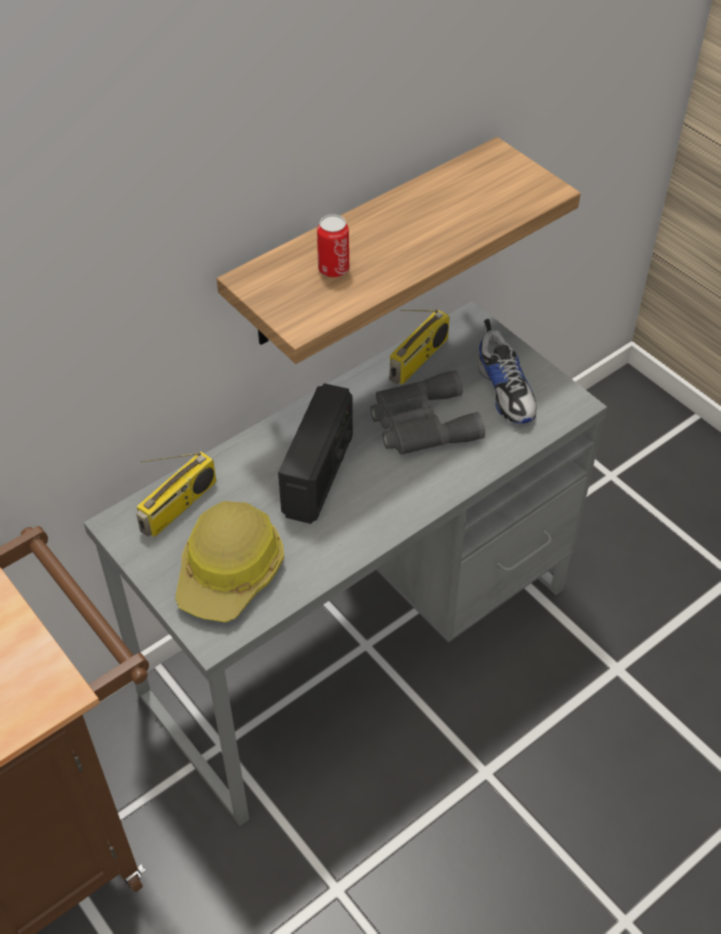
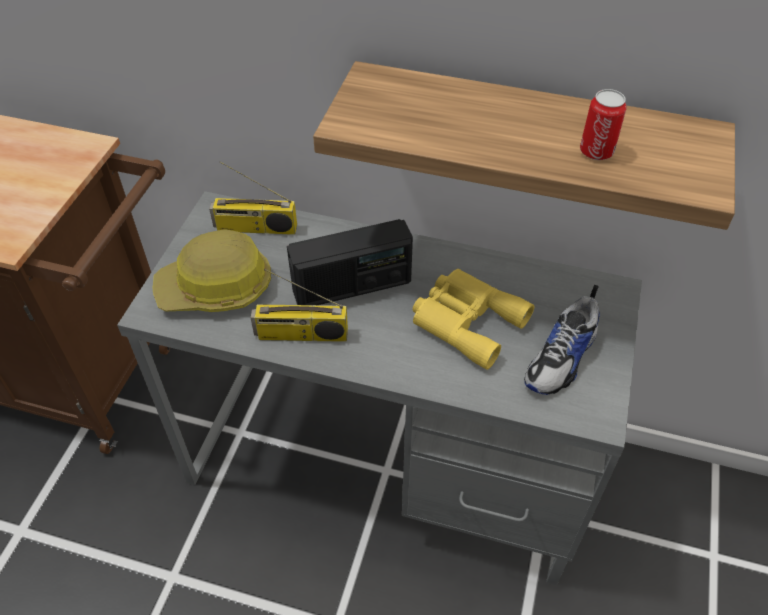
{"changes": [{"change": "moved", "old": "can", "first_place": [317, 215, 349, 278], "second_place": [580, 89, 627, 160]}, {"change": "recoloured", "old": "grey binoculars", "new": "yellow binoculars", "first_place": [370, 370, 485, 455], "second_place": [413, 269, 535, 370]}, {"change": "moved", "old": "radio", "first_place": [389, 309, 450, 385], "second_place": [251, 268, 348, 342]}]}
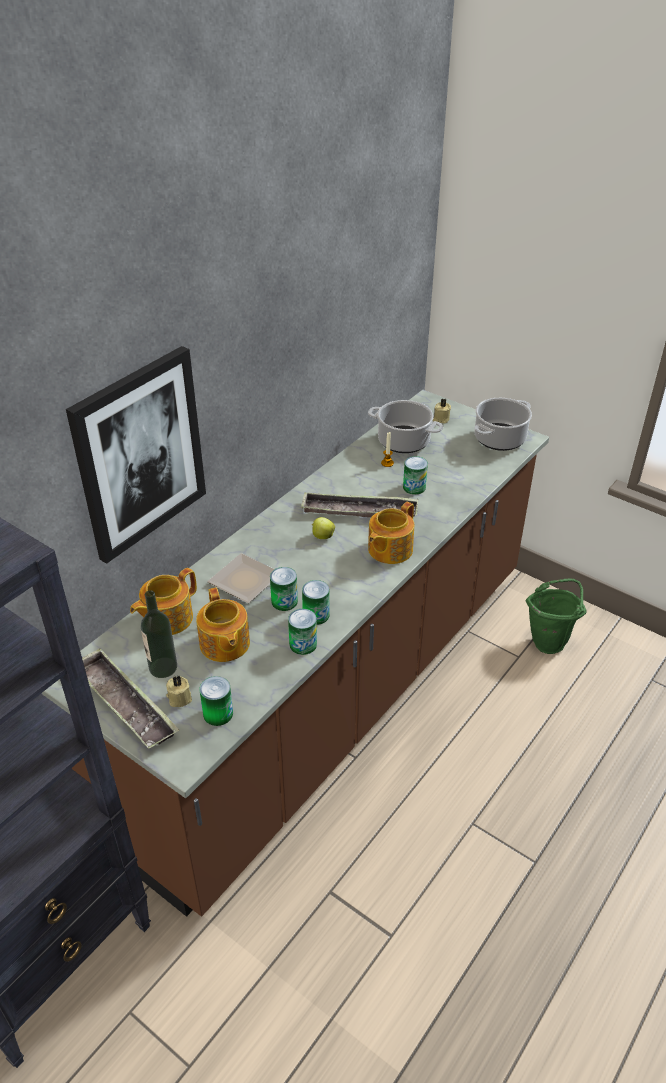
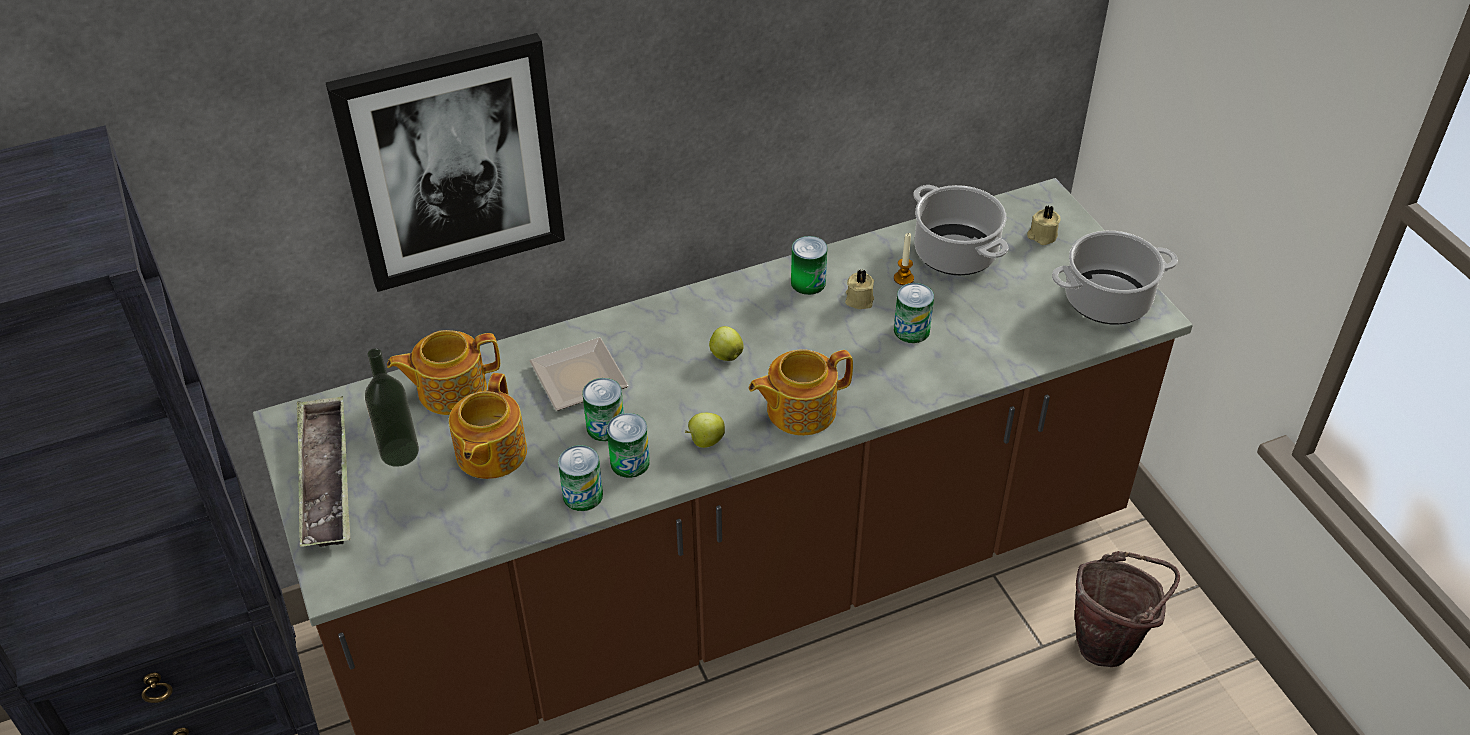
{"changes": [{"change": "moved", "old": "beige candle", "first_place": [166, 676, 192, 707], "second_place": [845, 270, 874, 309]}, {"change": "moved", "old": "can", "first_place": [200, 676, 233, 726], "second_place": [791, 236, 828, 295]}, {"change": "removed", "old": "tray", "first_place": [301, 492, 418, 518]}, {"change": "recoloured", "old": "green bucket", "new": "brown bucket", "first_place": [526, 578, 587, 654], "second_place": [1075, 551, 1180, 667]}, {"change": "added", "new": "apple", "second_place": [685, 413, 725, 448]}]}
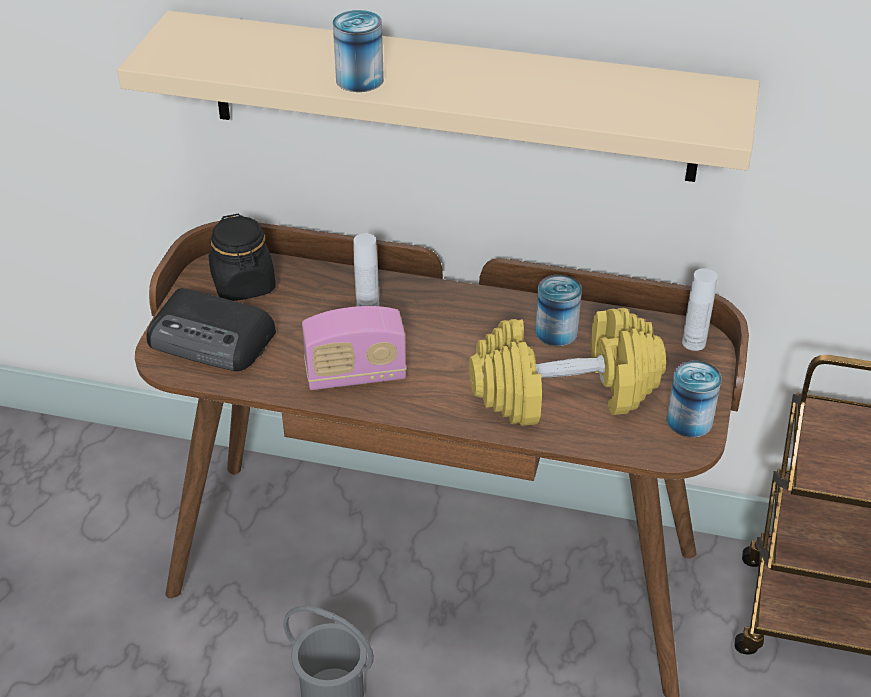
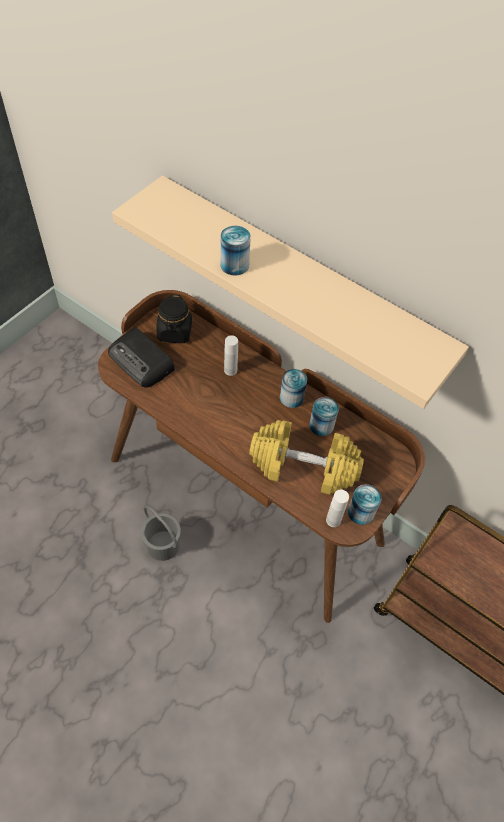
{"changes": [{"change": "removed", "old": "radio", "first_place": [302, 306, 407, 390]}, {"change": "moved", "old": "white bottle", "first_place": [682, 268, 717, 351], "second_place": [326, 490, 349, 527]}, {"change": "added", "new": "can", "second_place": [280, 369, 307, 408]}]}
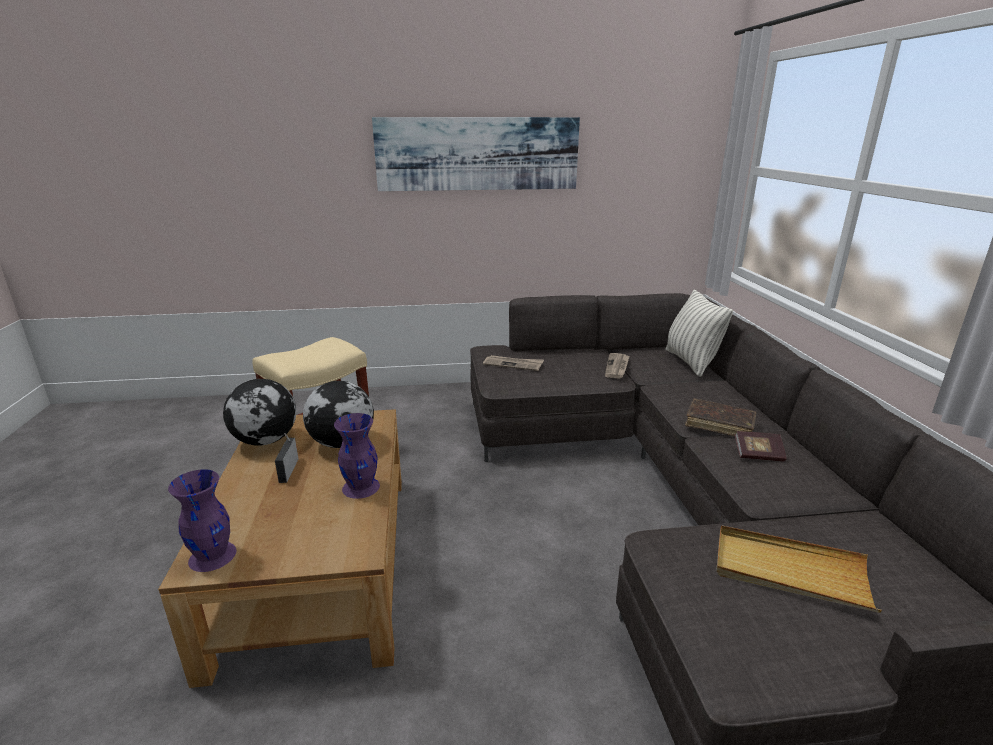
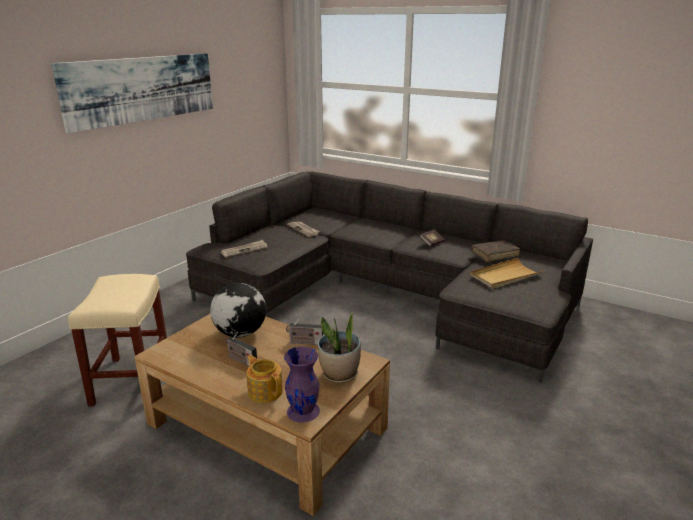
{"changes": [{"change": "removed", "old": "globe", "first_place": [223, 379, 296, 446]}, {"change": "replaced", "old": "purple vase", "new": "radio", "first_place": [334, 413, 380, 499], "second_place": [286, 316, 323, 345]}, {"change": "removed", "old": "pillow", "first_place": [666, 290, 733, 377]}, {"change": "moved", "old": "brown book", "first_place": [685, 398, 756, 436], "second_place": [471, 240, 520, 262]}, {"change": "added", "new": "teapot", "second_place": [247, 355, 283, 403]}, {"change": "added", "new": "potted plant", "second_place": [317, 312, 361, 383]}]}
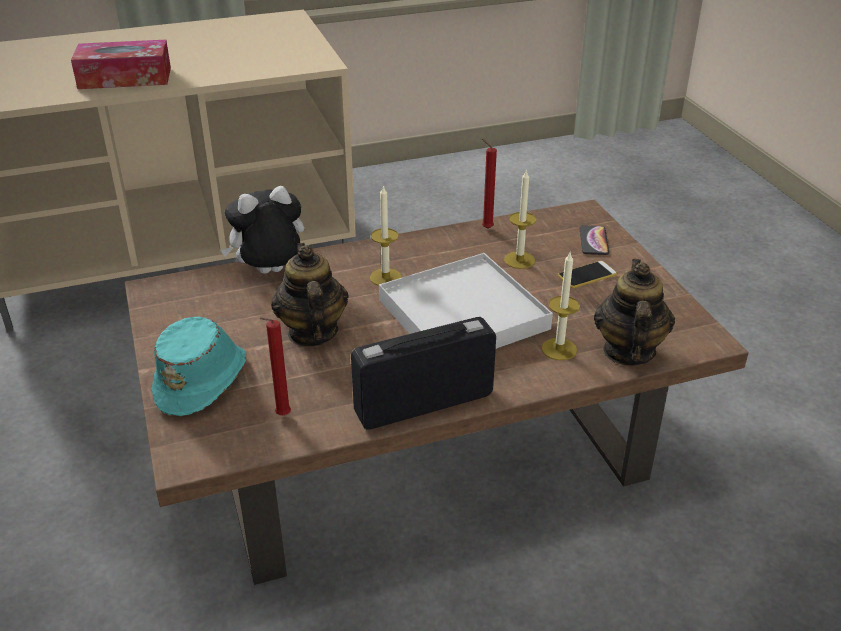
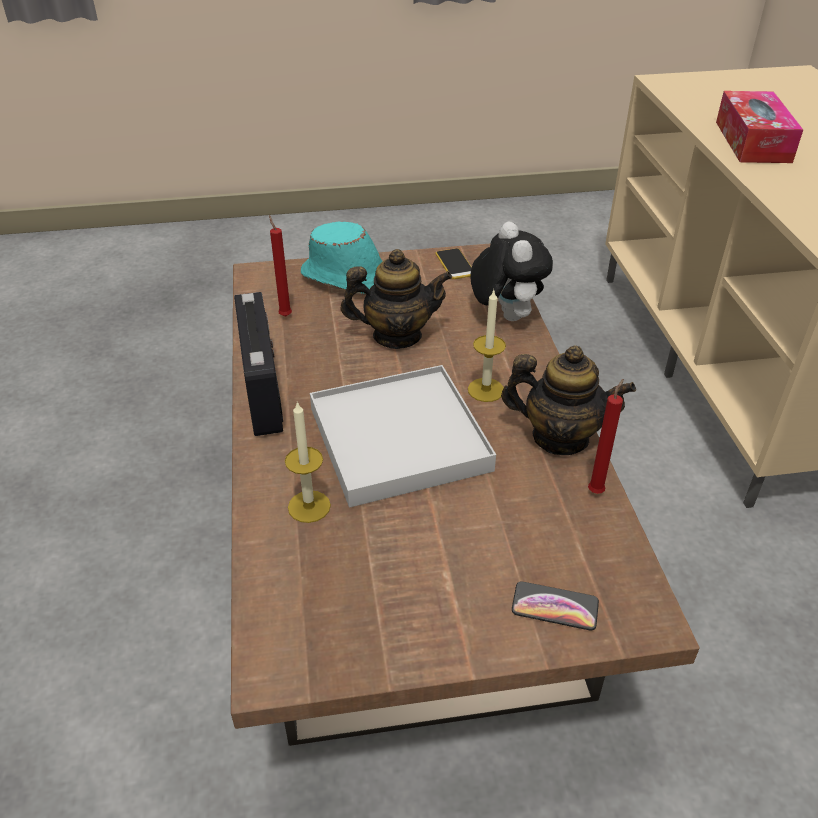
{"changes": [{"change": "removed", "old": "candle", "first_place": [504, 169, 536, 269]}, {"change": "moved", "old": "phone", "first_place": [558, 261, 617, 288], "second_place": [436, 248, 472, 279]}, {"change": "moved", "old": "teapot", "first_place": [594, 259, 675, 366], "second_place": [501, 345, 636, 455]}]}
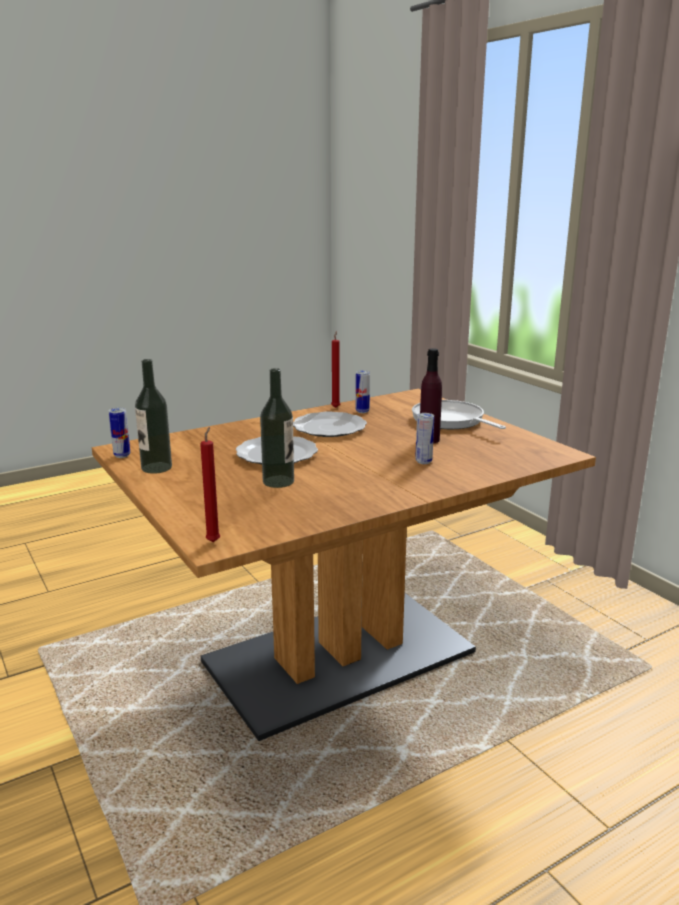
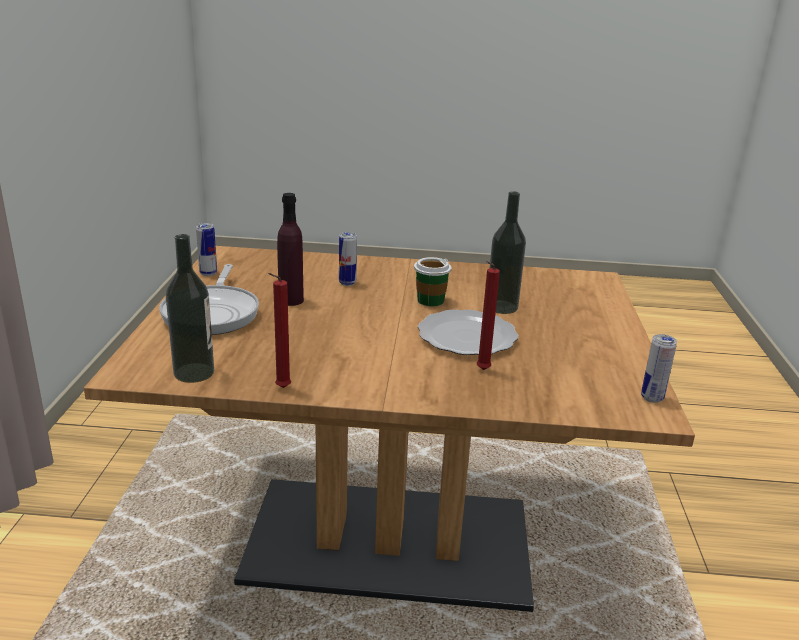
{"changes": [{"change": "moved", "old": "bottle", "first_place": [135, 359, 172, 474], "second_place": [166, 234, 214, 383]}, {"change": "moved", "old": "red candle", "first_place": [200, 427, 220, 542], "second_place": [477, 261, 500, 370]}, {"change": "removed", "old": "plate", "first_place": [293, 411, 367, 437]}, {"change": "moved", "old": "can", "first_place": [356, 370, 370, 413], "second_place": [196, 223, 217, 276]}, {"change": "added", "new": "cup", "second_place": [414, 257, 451, 306]}]}
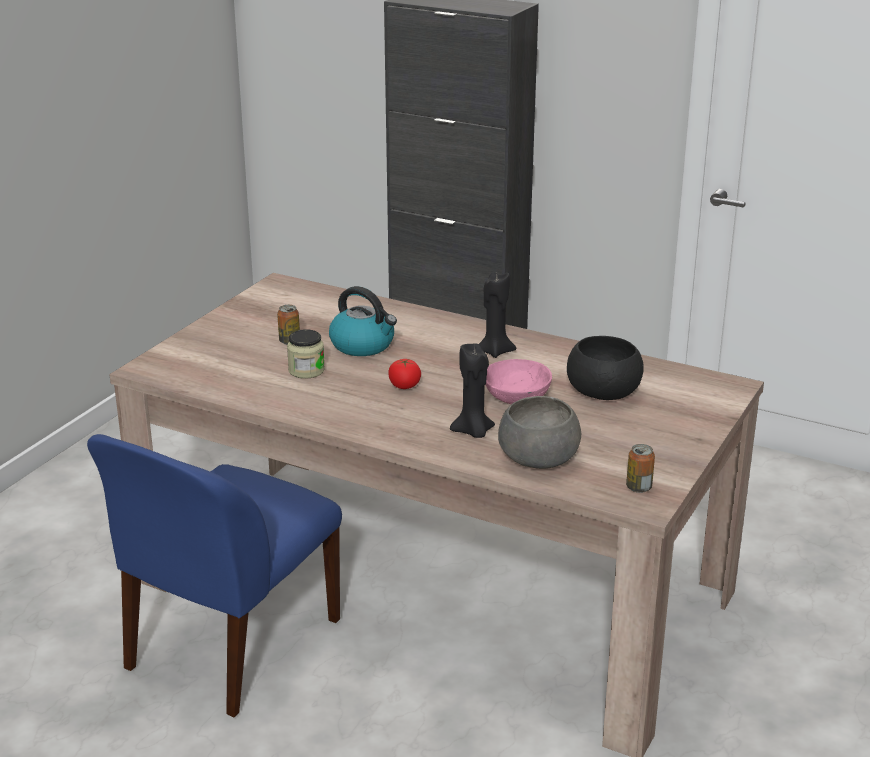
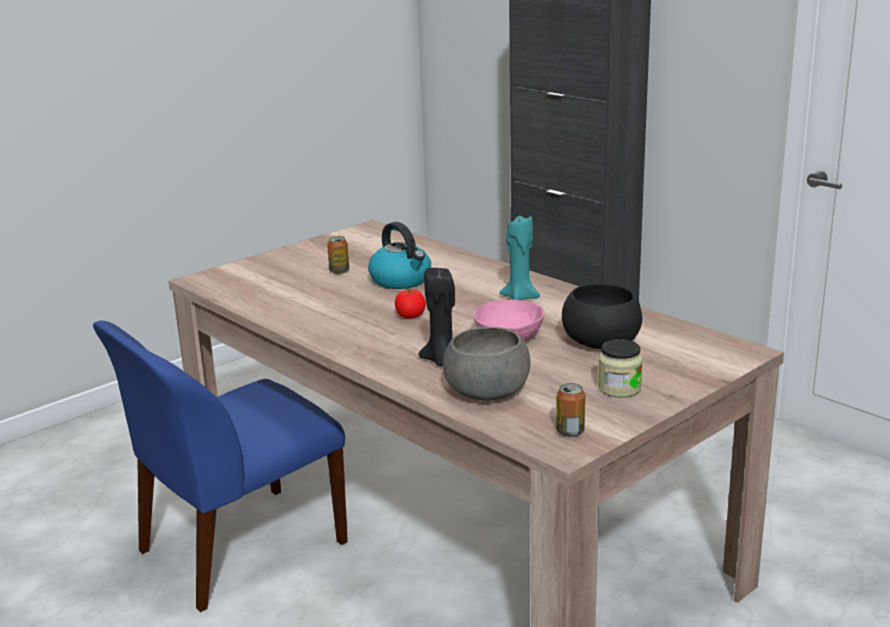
{"changes": [{"change": "moved", "old": "jar", "first_place": [287, 329, 325, 379], "second_place": [598, 339, 643, 398]}, {"change": "recoloured", "old": "black candle", "new": "turquoise candle", "first_place": [479, 272, 516, 358], "second_place": [499, 216, 540, 300]}]}
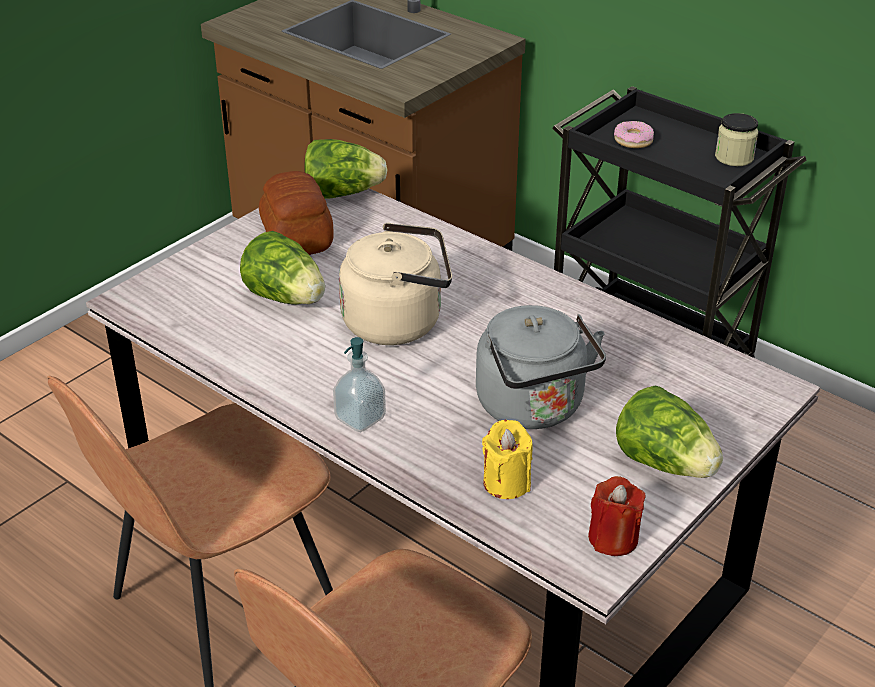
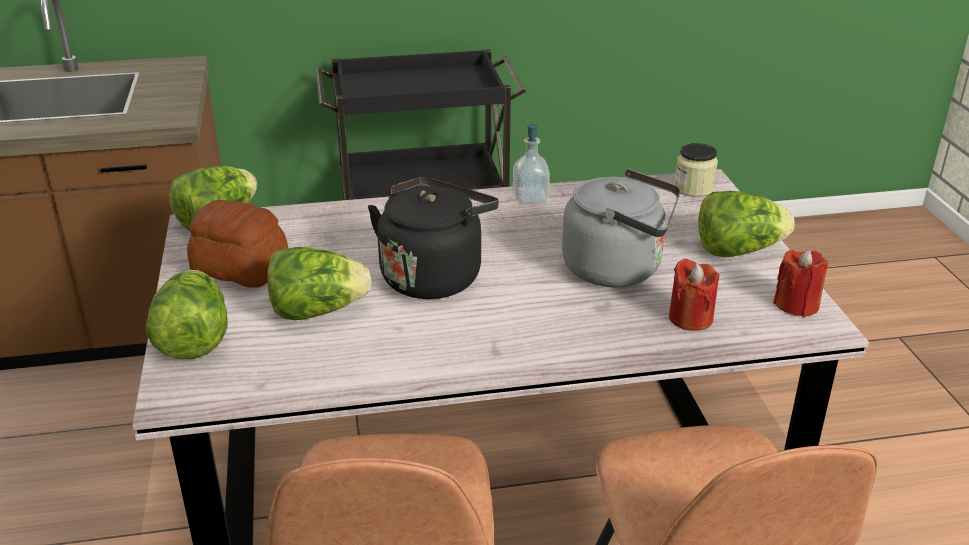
{"changes": [{"change": "moved", "old": "soap dispenser", "first_place": [333, 337, 386, 432], "second_place": [513, 124, 550, 204]}, {"change": "recoloured", "old": "beige kettle", "new": "black kettle", "first_place": [339, 223, 452, 345], "second_place": [368, 177, 499, 299]}, {"change": "recoloured", "old": "yellow candle", "new": "red candle", "first_place": [482, 420, 533, 499], "second_place": [669, 258, 719, 331]}, {"change": "removed", "old": "donut", "first_place": [614, 121, 654, 148]}, {"change": "moved", "old": "jar", "first_place": [715, 113, 758, 166], "second_place": [675, 143, 718, 197]}, {"change": "added", "new": "lettuce", "second_place": [146, 270, 228, 359]}]}
